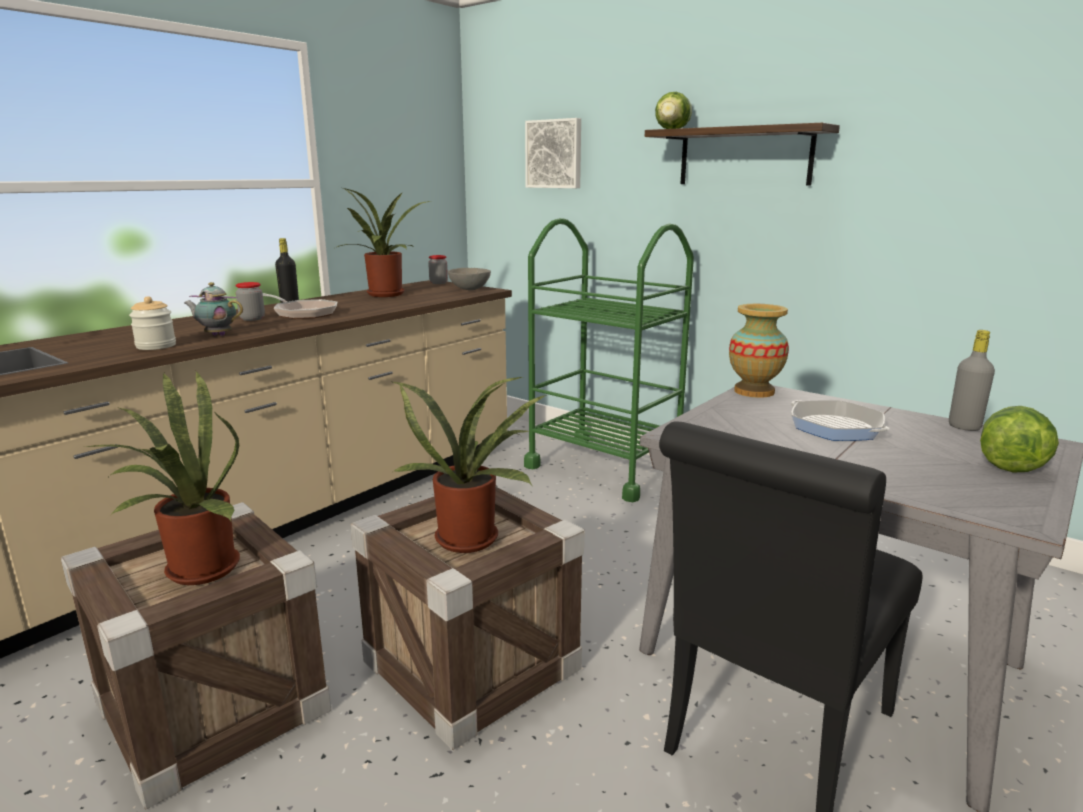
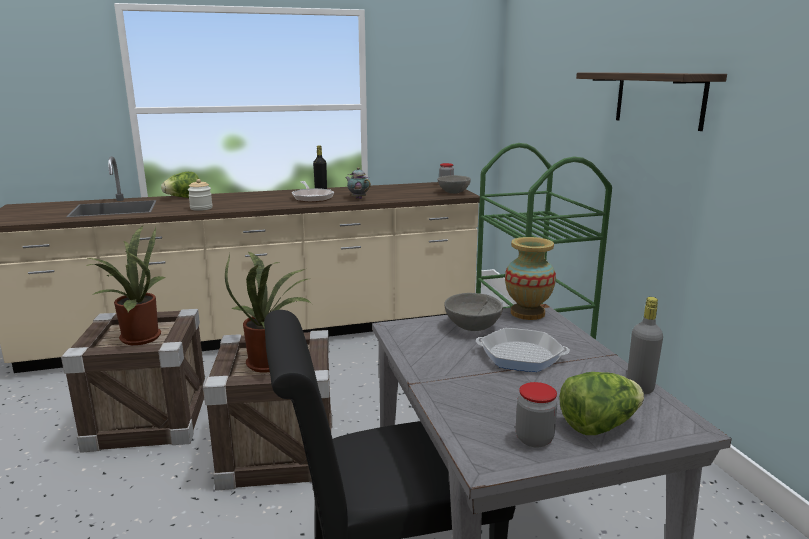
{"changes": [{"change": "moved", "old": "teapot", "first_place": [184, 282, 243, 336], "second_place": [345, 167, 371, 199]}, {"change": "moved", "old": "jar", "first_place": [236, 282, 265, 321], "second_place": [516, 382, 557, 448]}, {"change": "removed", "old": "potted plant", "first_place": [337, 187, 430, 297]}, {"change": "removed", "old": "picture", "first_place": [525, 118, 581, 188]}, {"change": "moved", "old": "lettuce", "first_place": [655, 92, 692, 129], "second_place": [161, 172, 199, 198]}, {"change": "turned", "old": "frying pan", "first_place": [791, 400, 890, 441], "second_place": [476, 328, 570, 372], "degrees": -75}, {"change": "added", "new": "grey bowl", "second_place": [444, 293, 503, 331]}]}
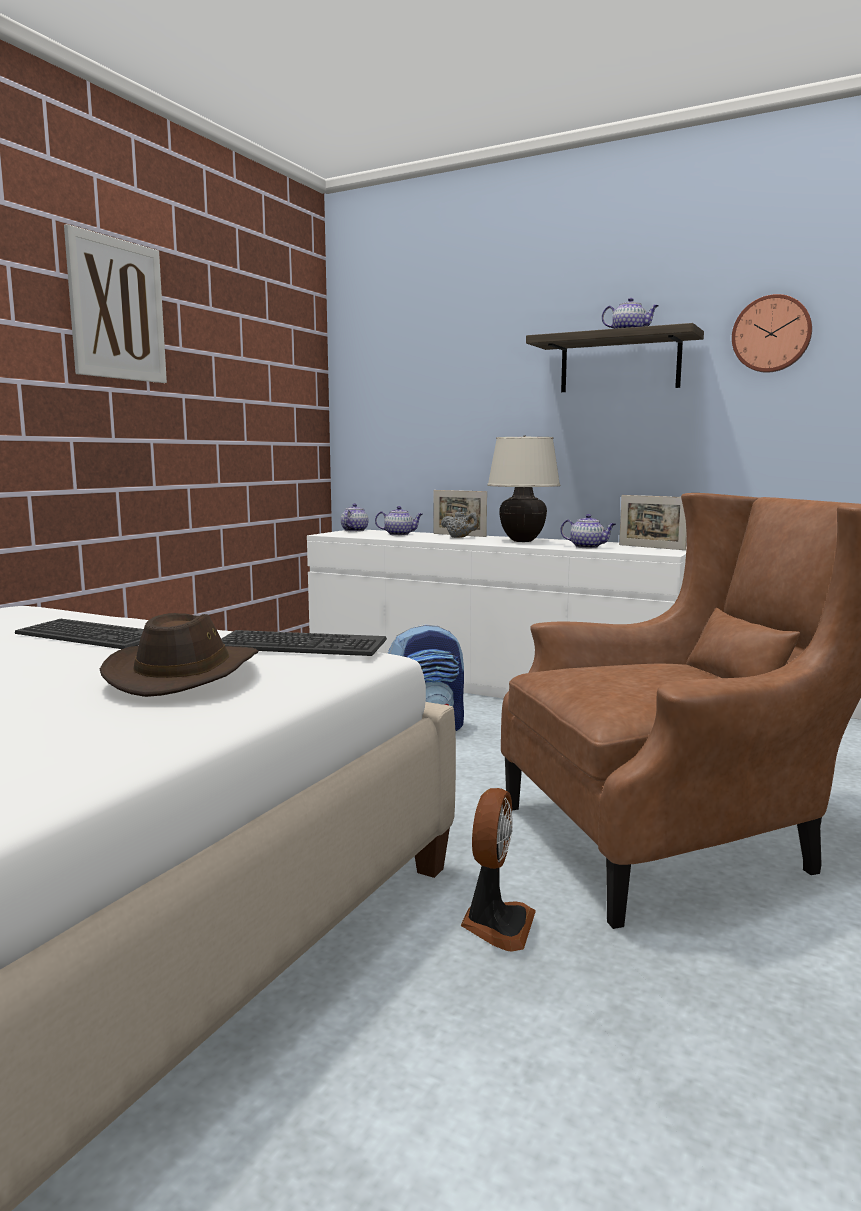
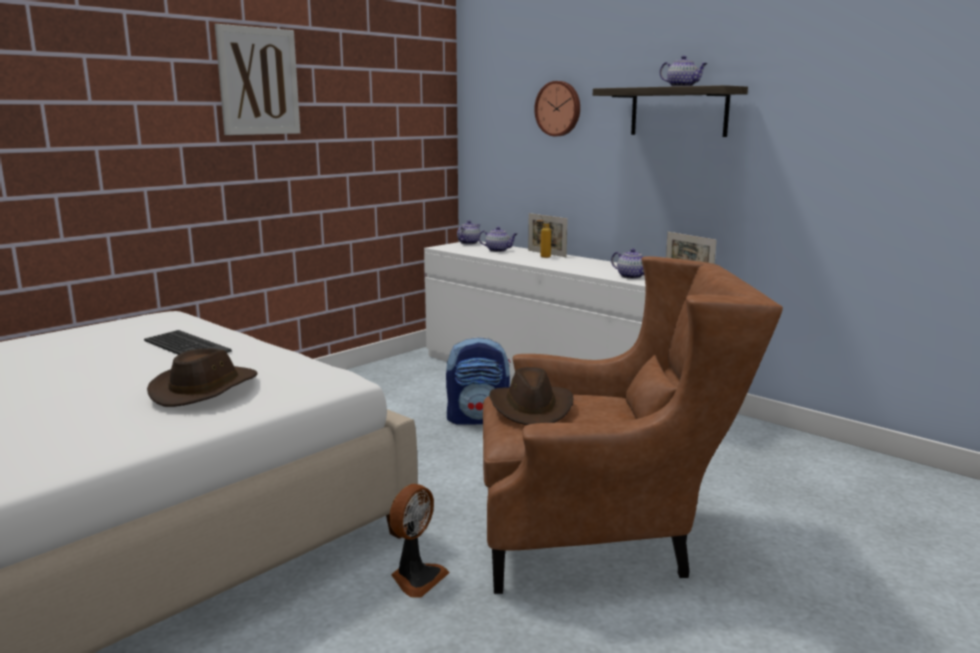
{"changes": [{"change": "removed", "old": "keyboard", "first_place": [221, 630, 387, 656]}, {"change": "replaced", "old": "grey teapot", "new": "bottle", "first_place": [441, 508, 479, 538], "second_place": [536, 216, 551, 258]}, {"change": "removed", "old": "beige table lamp", "first_place": [487, 435, 560, 542]}, {"change": "moved", "old": "wall clock", "first_place": [732, 294, 812, 373], "second_place": [534, 81, 580, 136]}, {"change": "added", "new": "brown hat", "second_place": [490, 367, 573, 425]}]}
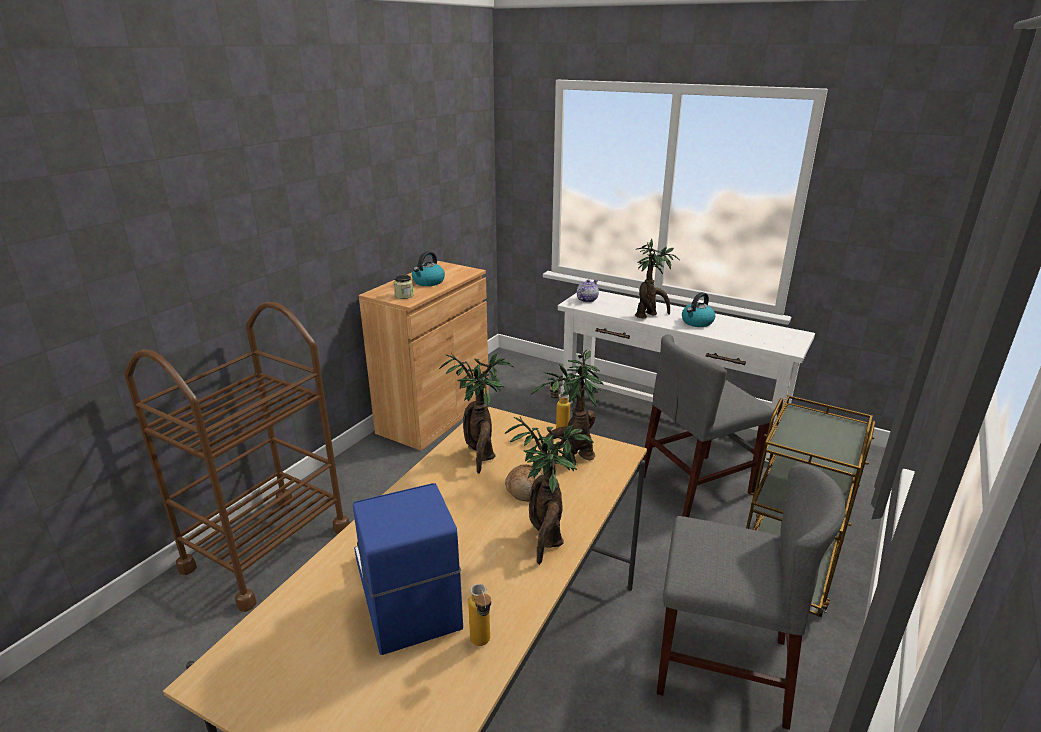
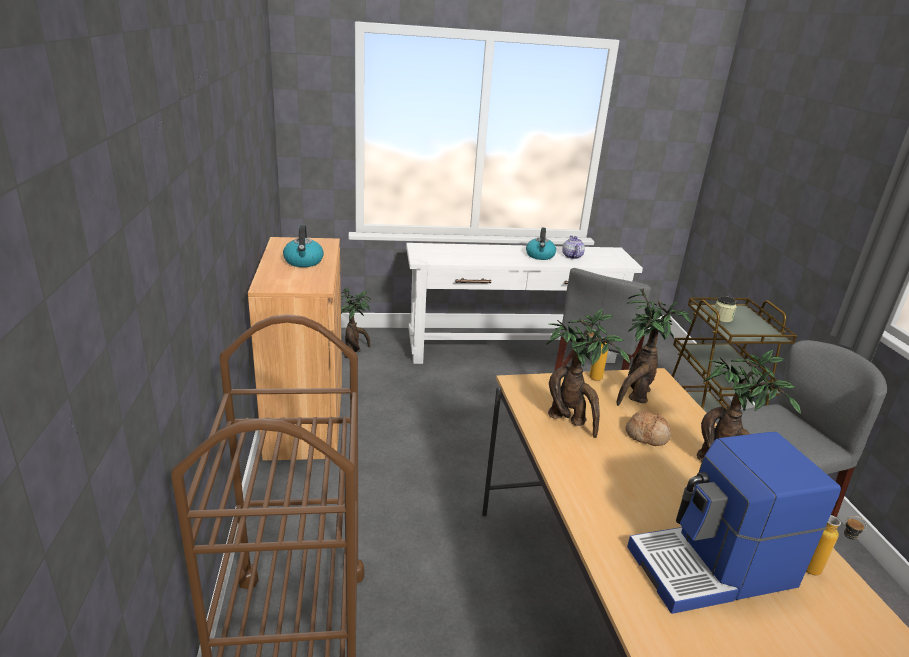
{"changes": [{"change": "turned", "old": "coffee machine", "first_place": [353, 483, 463, 655], "second_place": [627, 432, 841, 614], "degrees": -45}, {"change": "moved", "old": "jar", "first_place": [394, 275, 413, 299], "second_place": [712, 296, 737, 323]}, {"change": "moved", "old": "teapot", "first_place": [577, 279, 599, 303], "second_place": [562, 236, 585, 259]}, {"change": "moved", "old": "potted plant", "first_place": [635, 238, 680, 318], "second_place": [341, 286, 371, 358]}]}
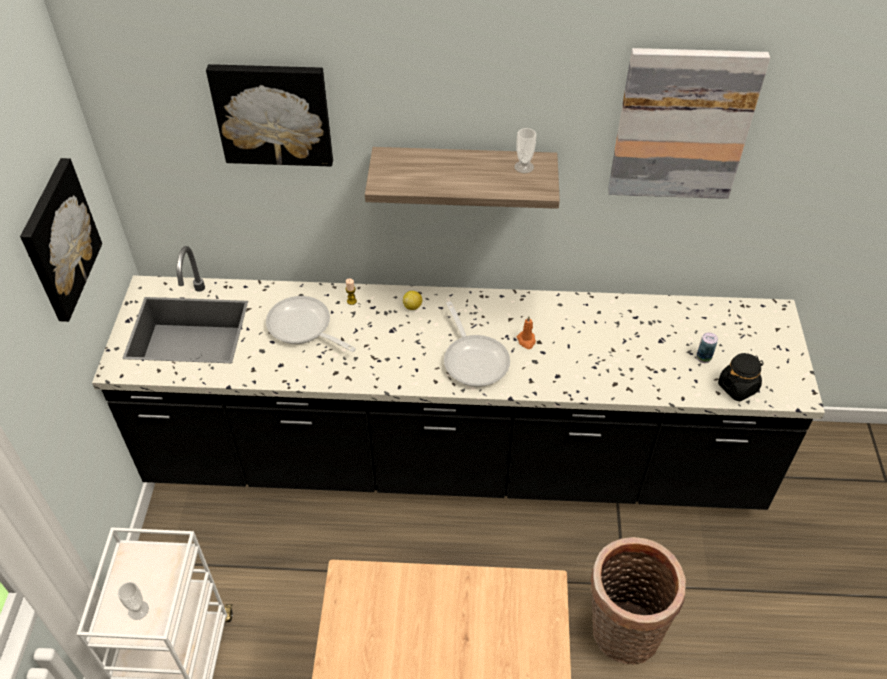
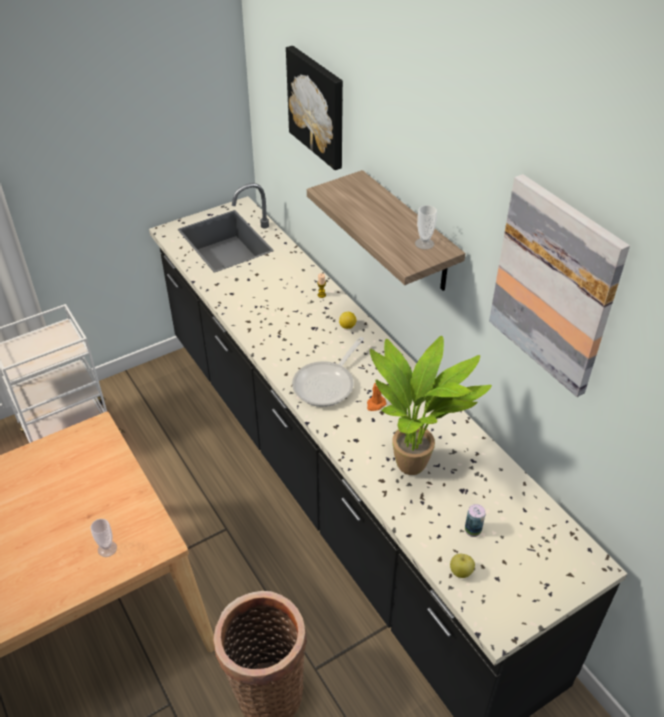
{"changes": [{"change": "removed", "old": "picture", "first_place": [20, 158, 102, 322]}, {"change": "moved", "old": "cup", "first_place": [118, 582, 149, 620], "second_place": [90, 519, 117, 557]}, {"change": "removed", "old": "frying pan", "first_place": [266, 296, 356, 352]}, {"change": "replaced", "old": "black jar", "new": "apple", "first_place": [718, 353, 764, 401], "second_place": [450, 553, 475, 578]}, {"change": "added", "new": "potted plant", "second_place": [370, 336, 492, 475]}]}
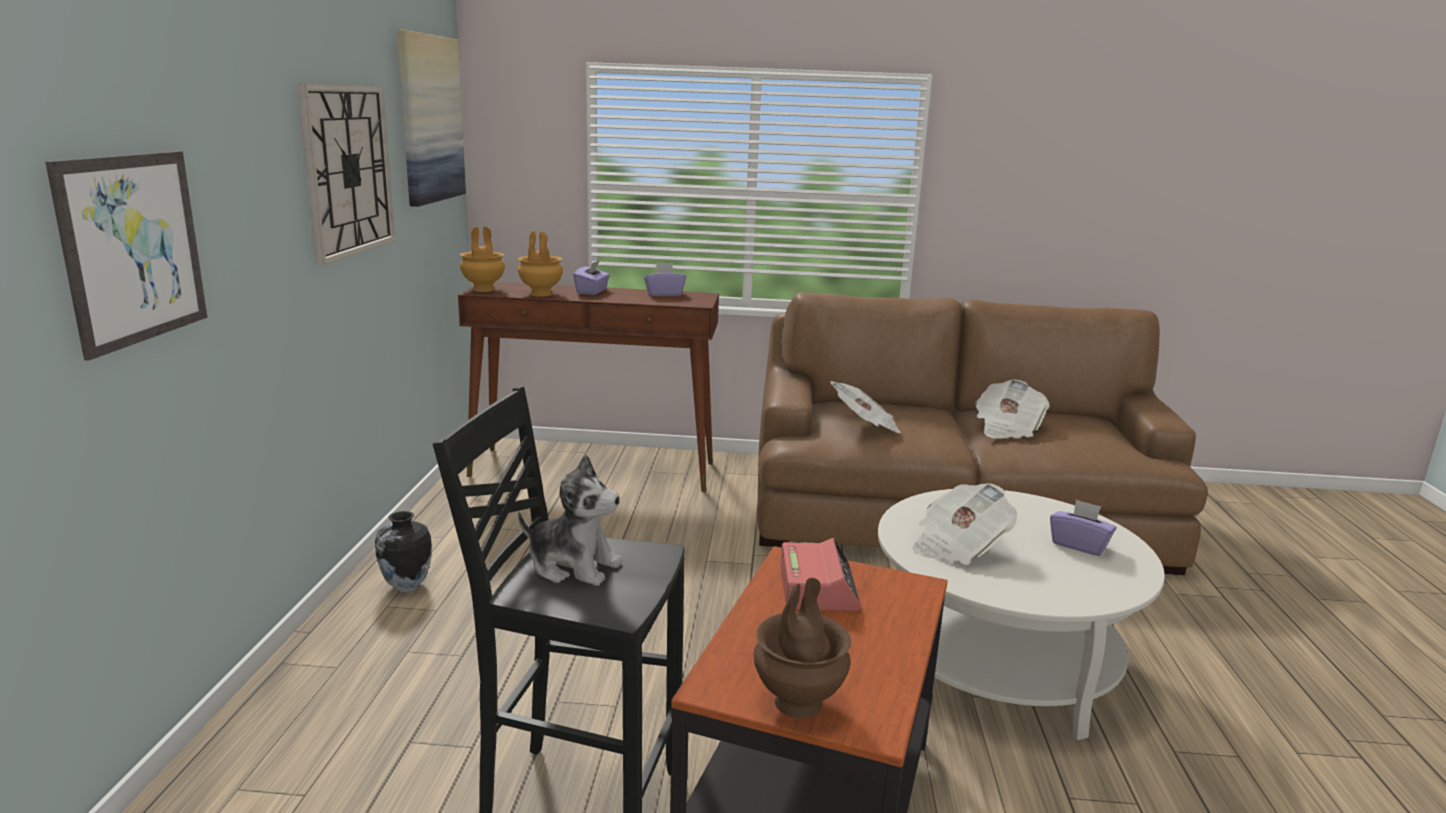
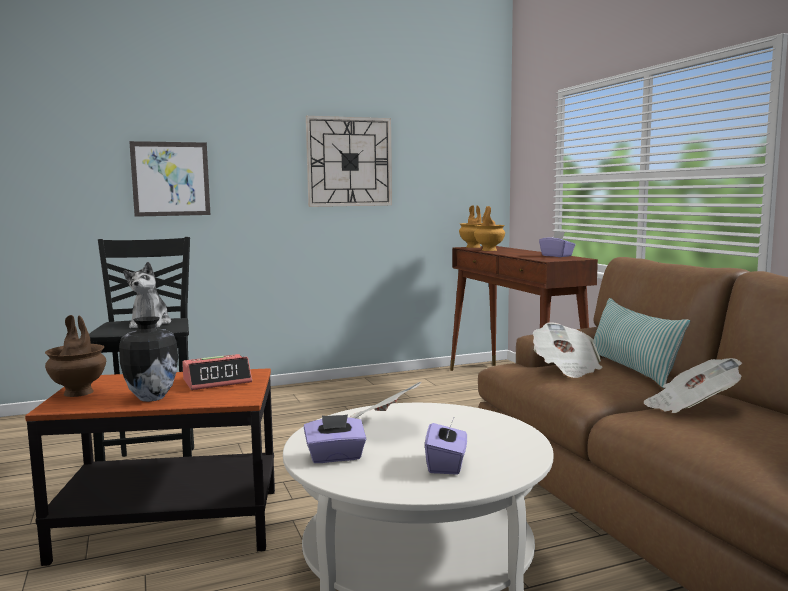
{"changes": [{"change": "moved", "old": "vase", "first_place": [375, 511, 432, 592], "second_place": [119, 317, 178, 402]}, {"change": "removed", "old": "picture", "first_place": [397, 30, 466, 207]}, {"change": "moved", "old": "purple tissue box", "first_place": [573, 261, 610, 295], "second_place": [304, 414, 366, 463]}, {"change": "added", "new": "pillow", "second_place": [594, 298, 690, 388]}]}
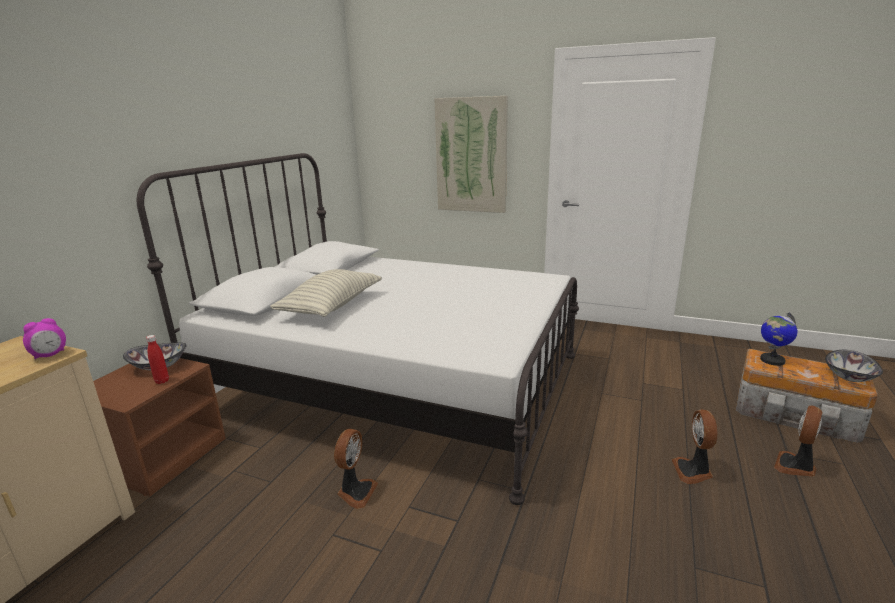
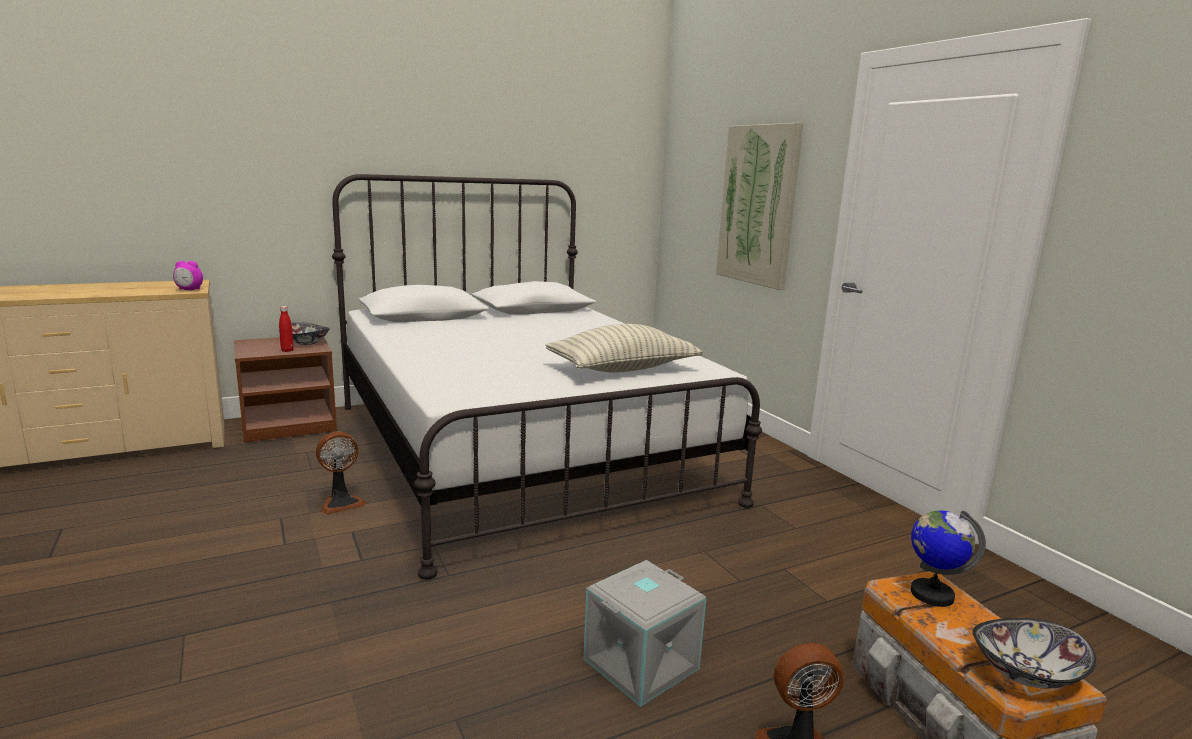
{"changes": [{"change": "moved", "old": "pillow", "first_place": [270, 269, 382, 317], "second_place": [545, 324, 703, 373]}, {"change": "replaced", "old": "fan", "new": "grey storage box", "first_place": [672, 409, 717, 484], "second_place": [583, 560, 706, 707]}]}
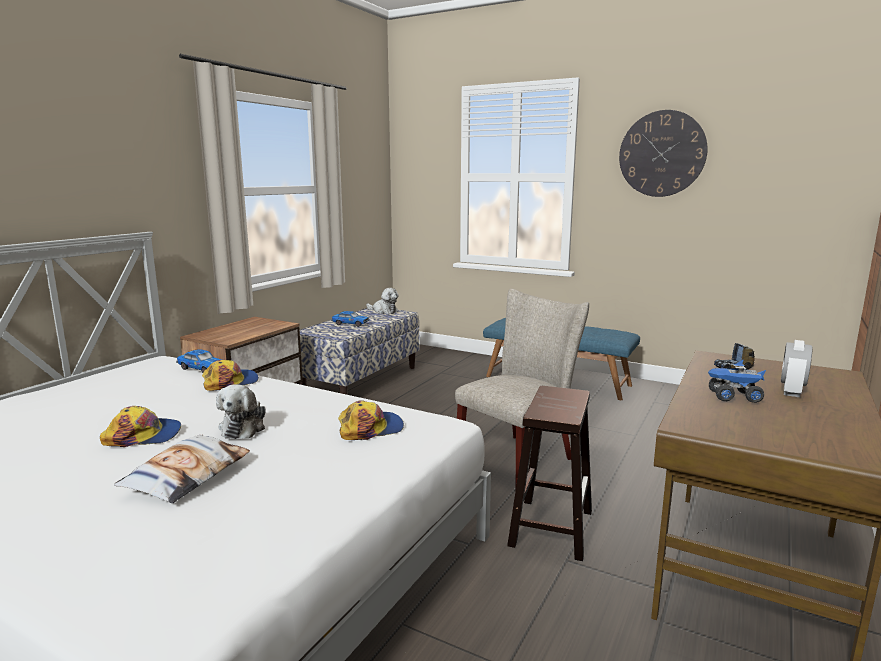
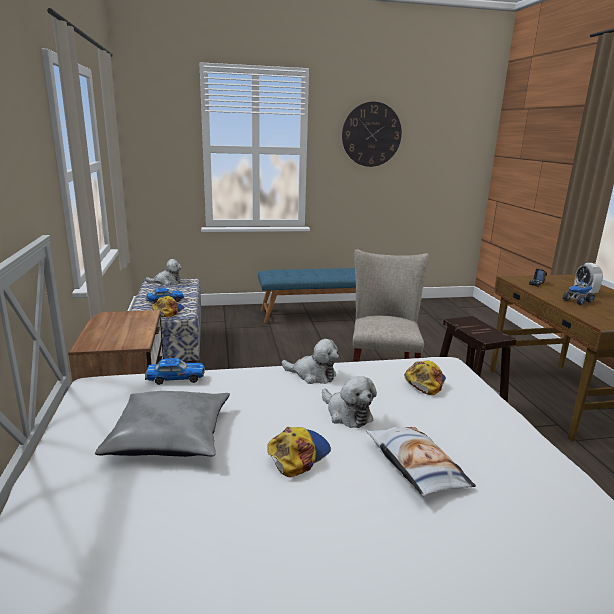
{"changes": [{"change": "moved", "old": "cap", "first_place": [202, 360, 259, 391], "second_place": [152, 296, 184, 317]}, {"change": "added", "new": "grey pillow", "second_place": [95, 391, 230, 457]}, {"change": "added", "new": "plush toy", "second_place": [282, 339, 339, 384]}]}
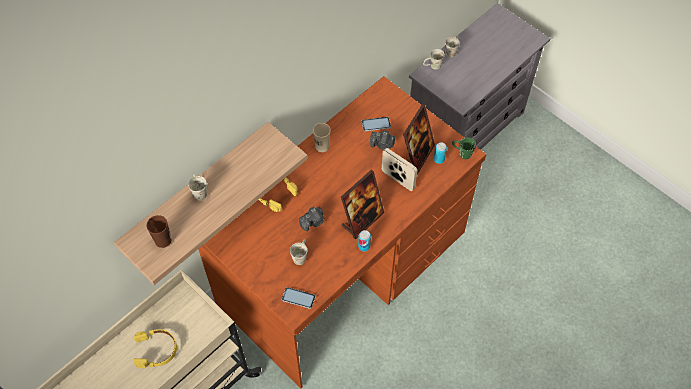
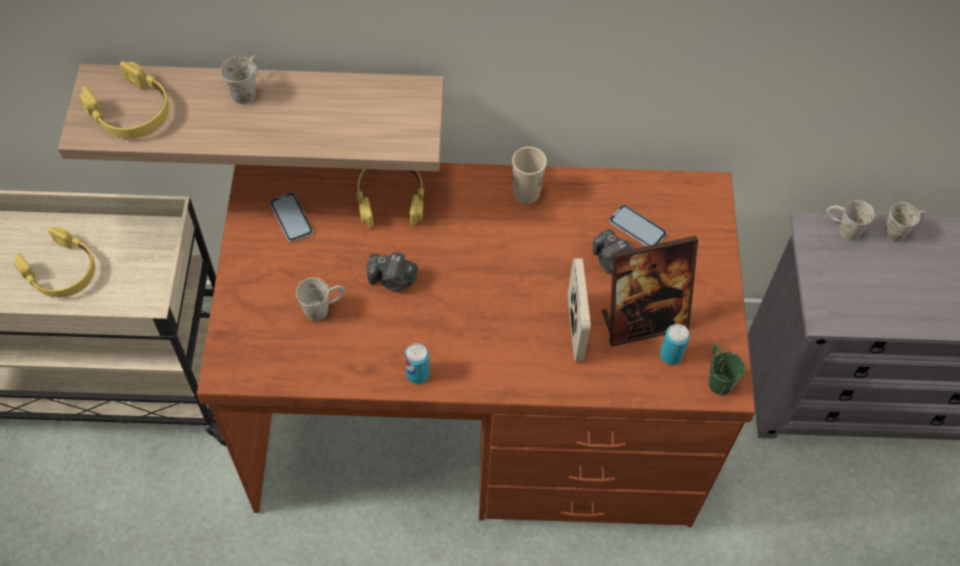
{"changes": [{"change": "replaced", "old": "brown cup", "new": "yellow headphones", "first_place": [146, 215, 171, 248], "second_place": [79, 61, 169, 138]}, {"change": "moved", "old": "phone", "first_place": [282, 287, 316, 309], "second_place": [270, 192, 313, 243]}, {"change": "removed", "old": "picture frame", "first_place": [341, 170, 384, 239]}]}
